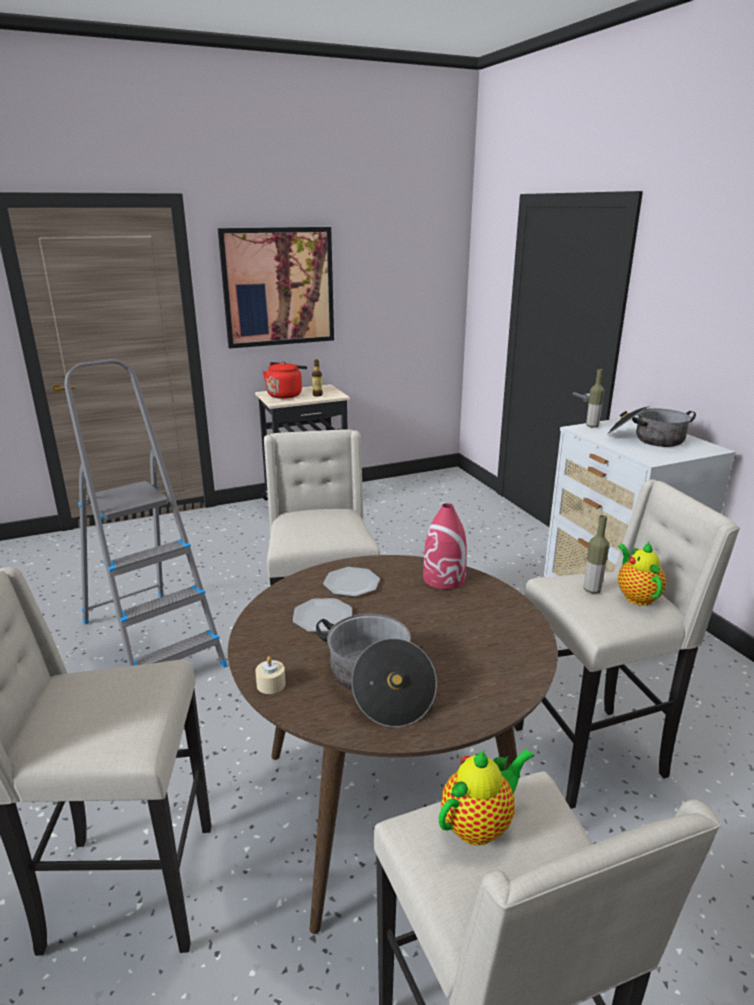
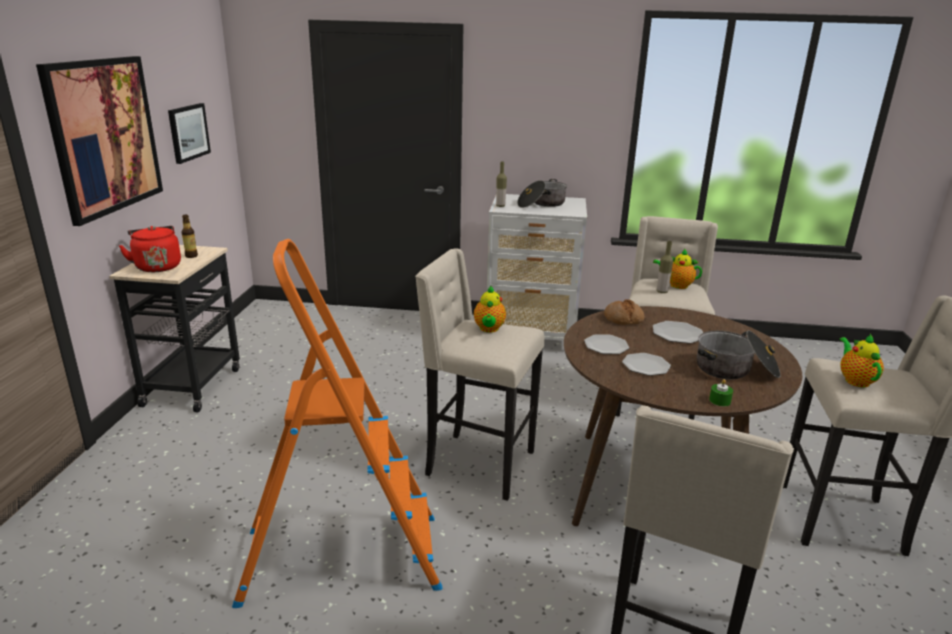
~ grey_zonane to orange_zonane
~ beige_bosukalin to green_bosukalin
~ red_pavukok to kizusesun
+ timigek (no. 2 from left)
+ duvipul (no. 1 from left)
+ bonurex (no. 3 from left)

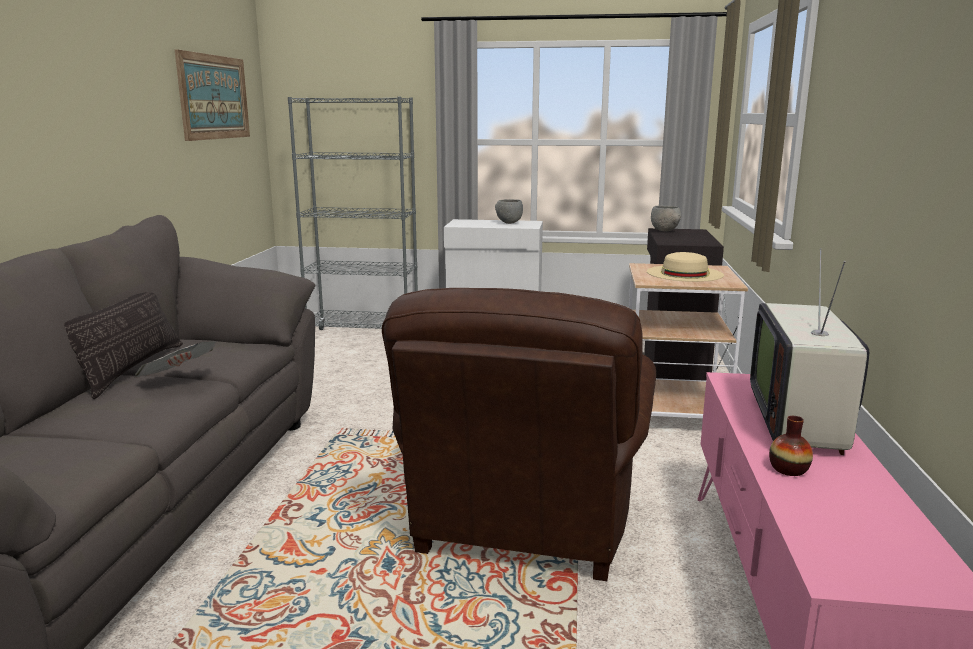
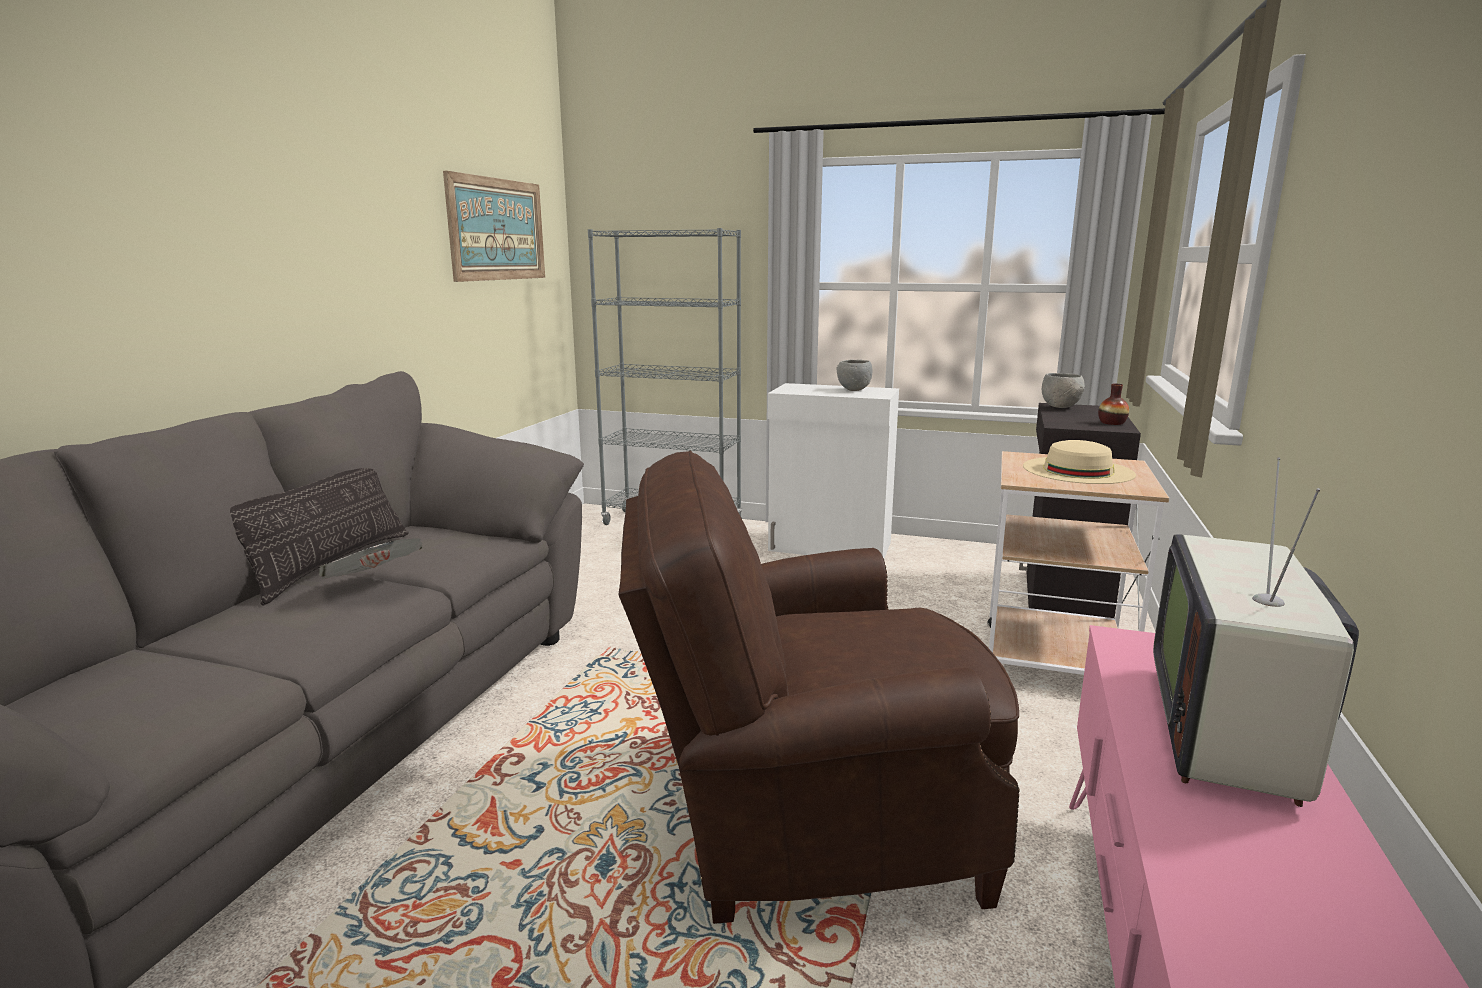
~ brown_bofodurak 60 degrees clockwise
~ pavukok

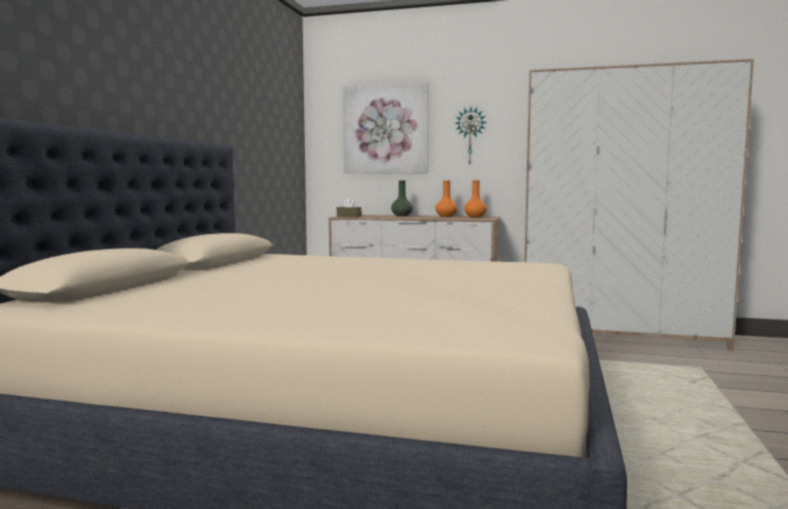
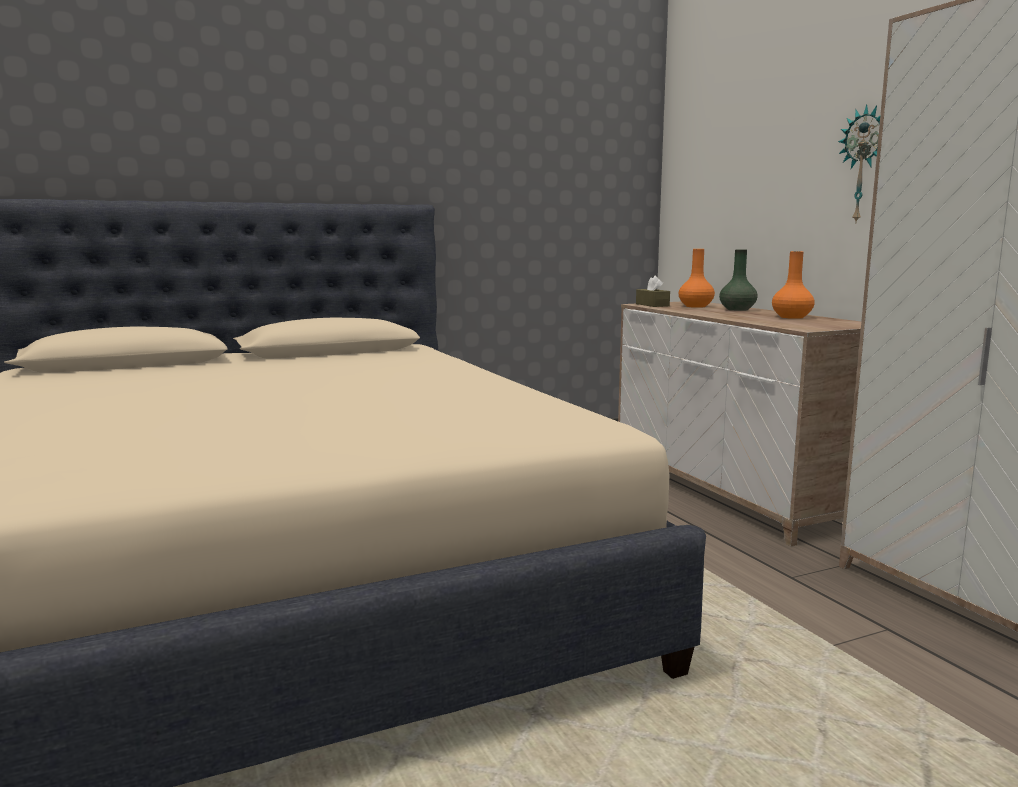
- timigek
~ orange_pavukok (no. 2 from left in the first image) to orange_pavukok (no. 1 from left)

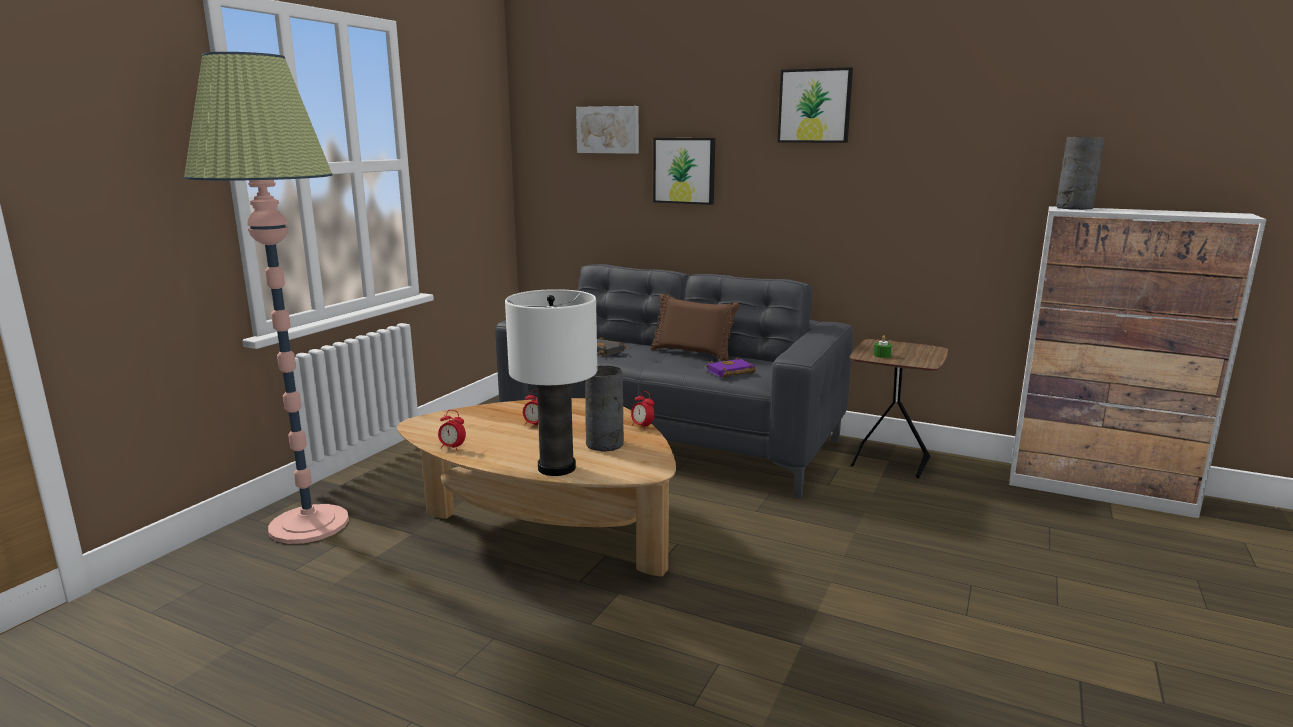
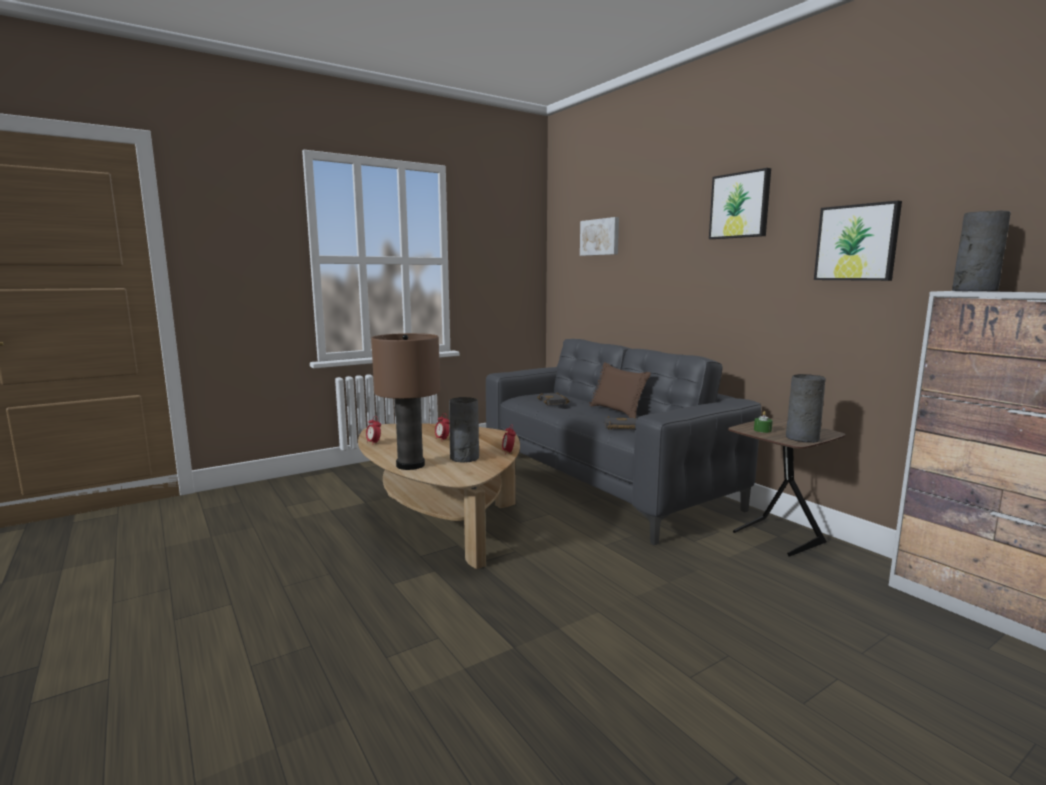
- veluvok
~ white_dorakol to brown_dorakol
~ timigek (no. 2 from left in the first image) to timigek (no. 3 from left)
~ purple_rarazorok to black_rarazorok (no. 2 from left)
+ grey_pavukok (no. 2 from left)

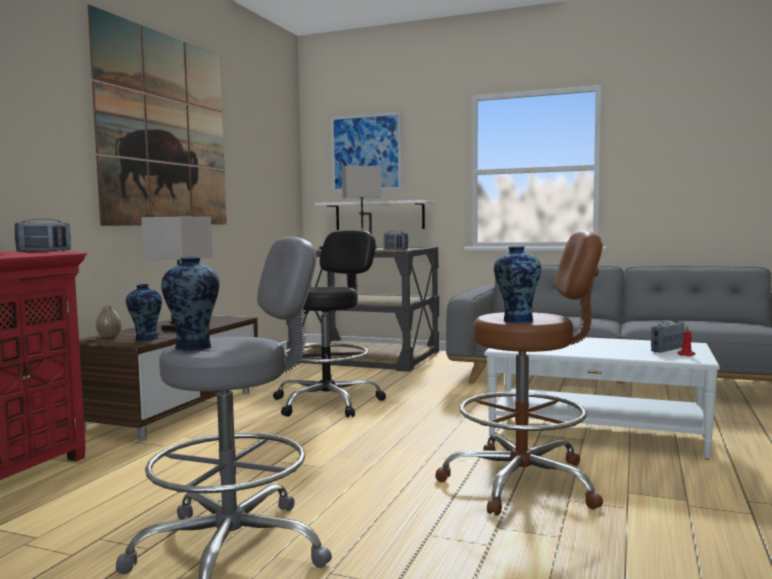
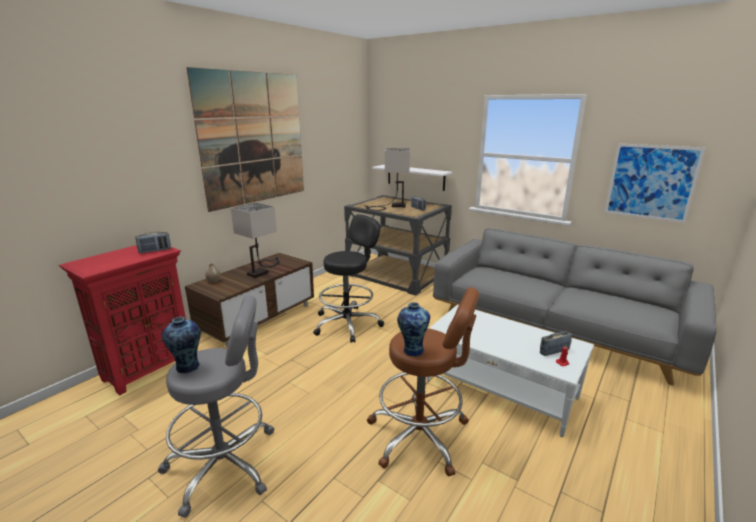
- pavukok (no. 2 from left)
~ timigek (no. 2 from left)

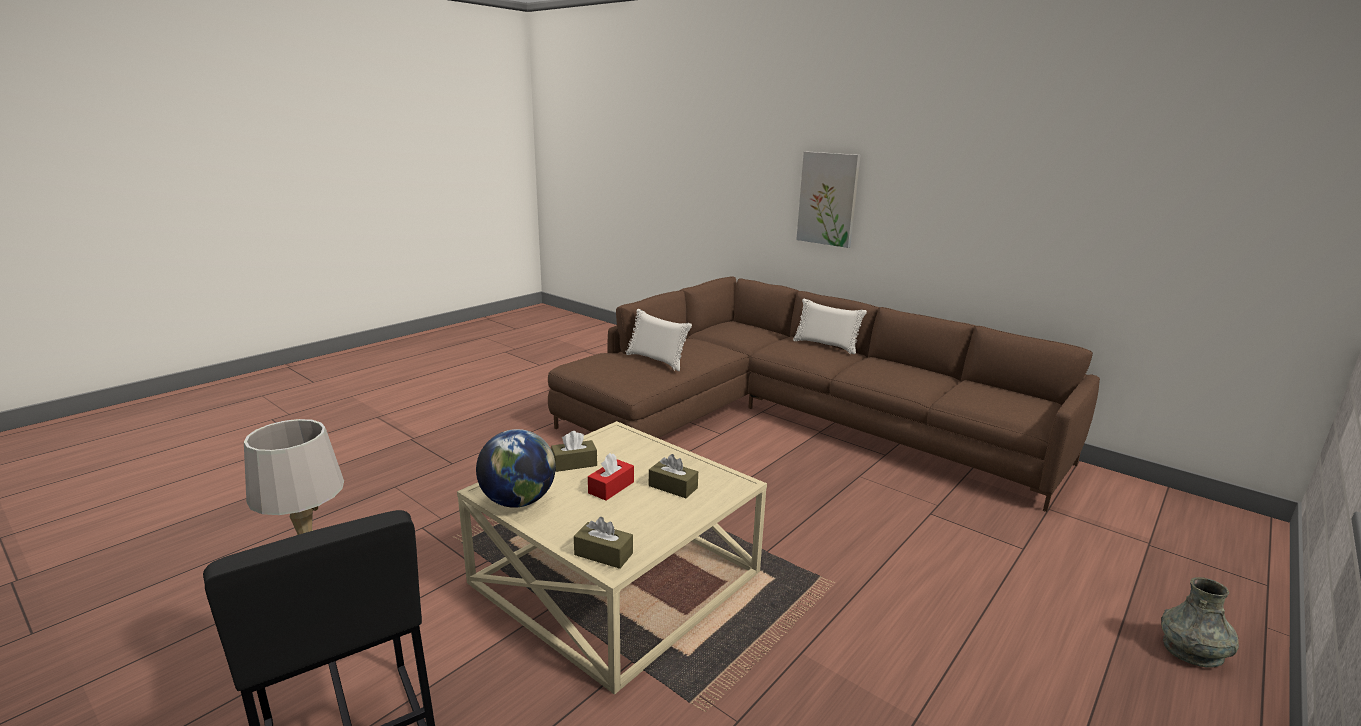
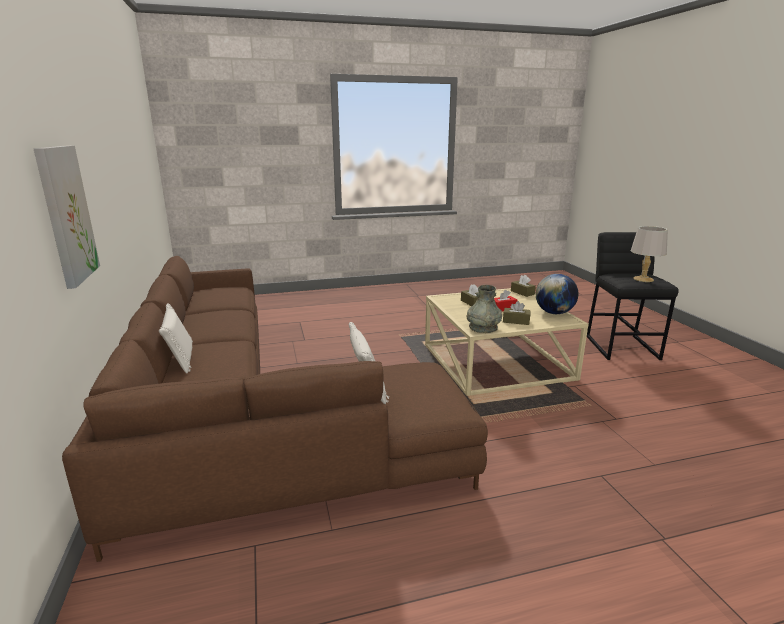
~ grey_pavukok

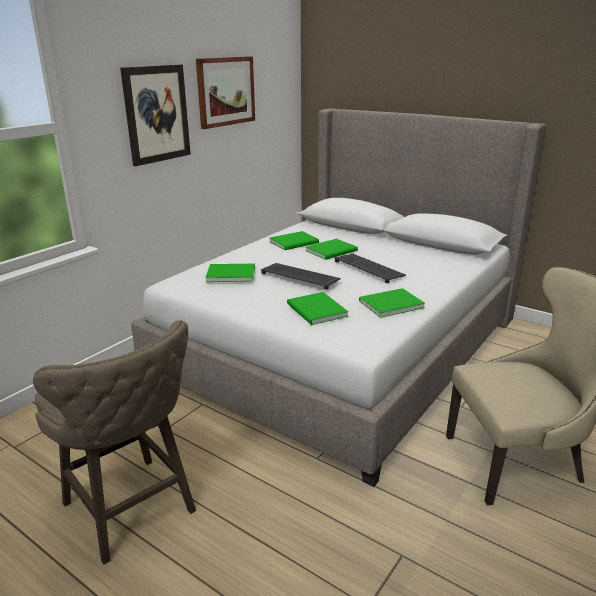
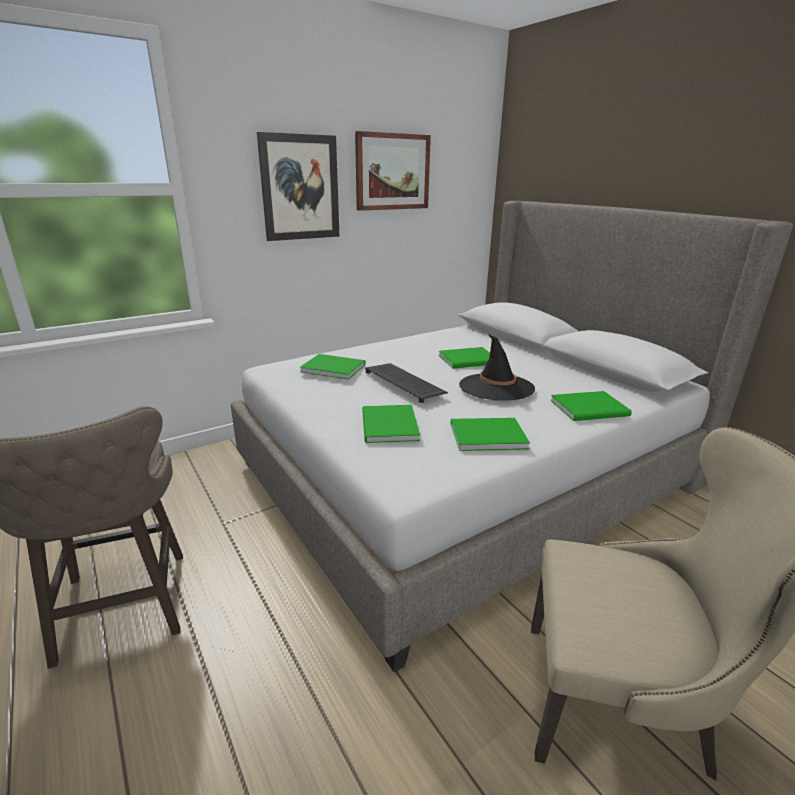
~ green_rarazorok (no. 2 from left in the first image) to green_rarazorok (no. 5 from left)
~ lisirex (no. 2 from left) to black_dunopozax

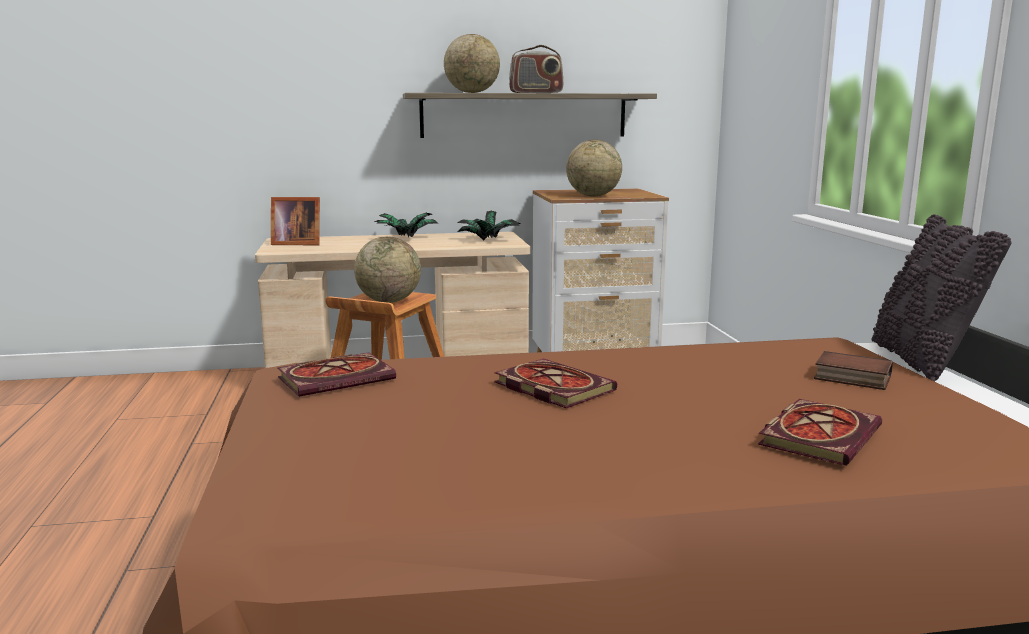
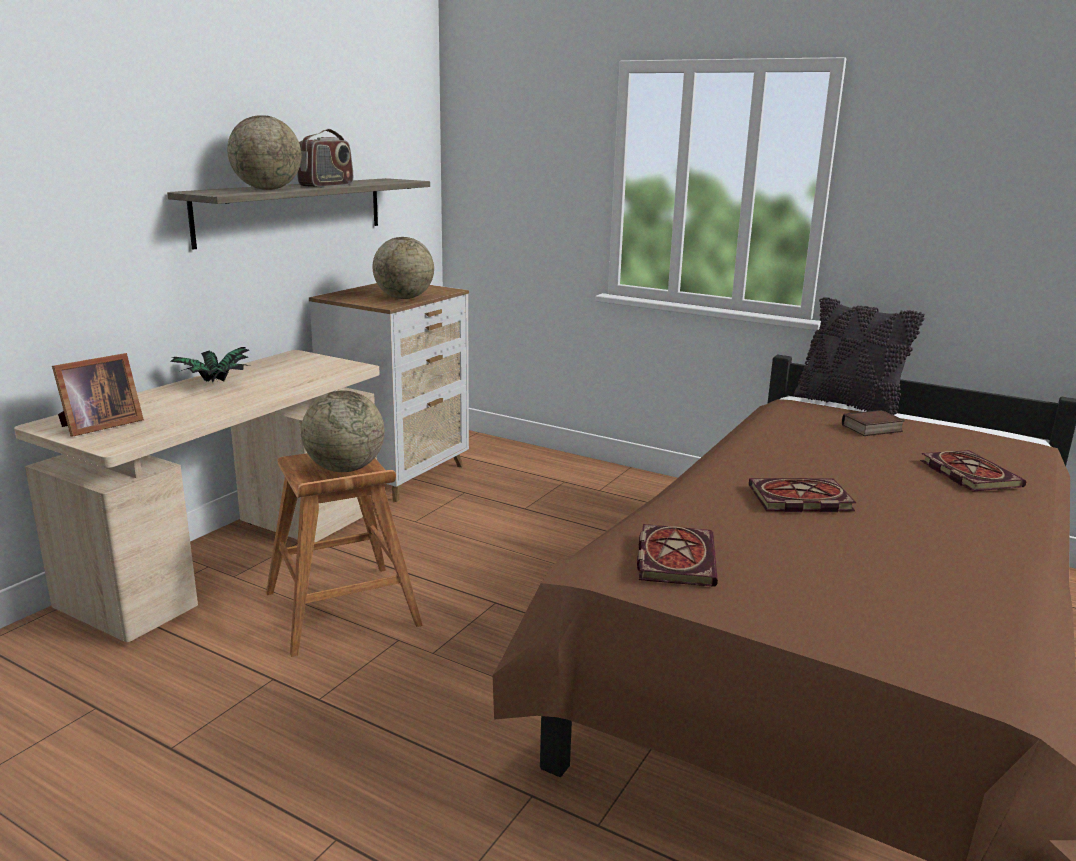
- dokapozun (no. 2 from left)

